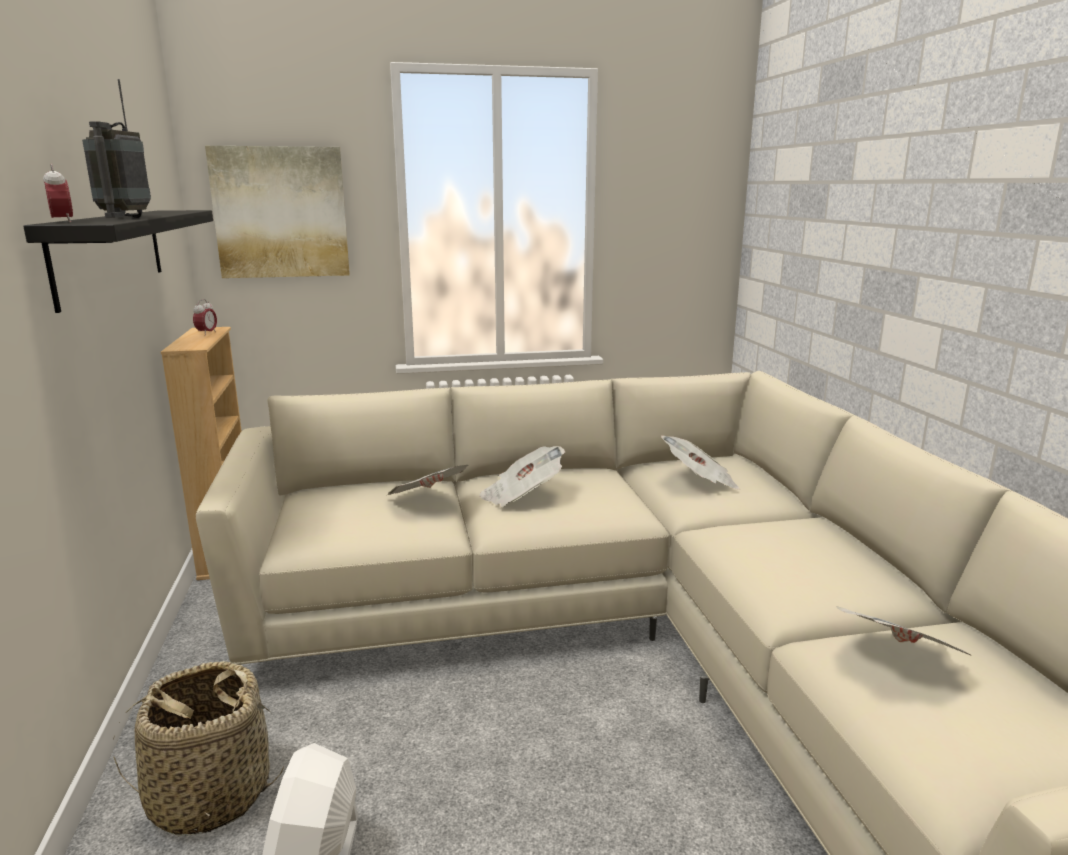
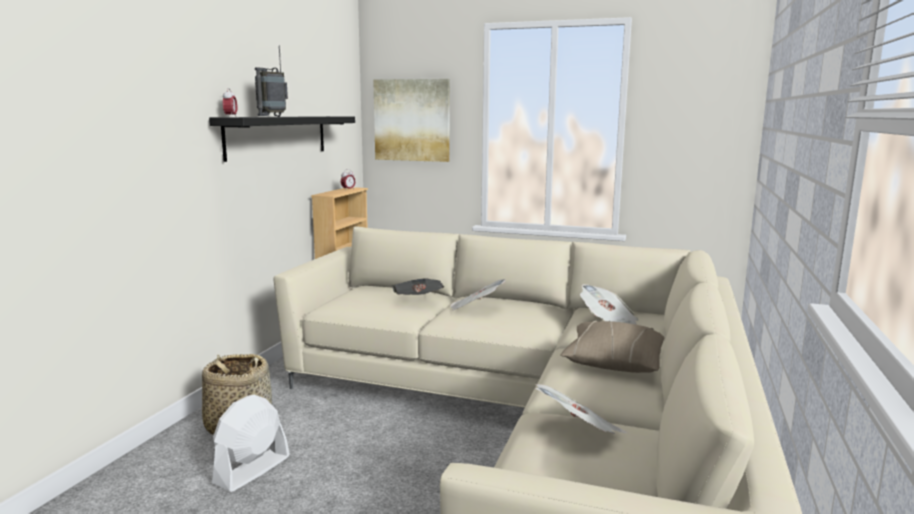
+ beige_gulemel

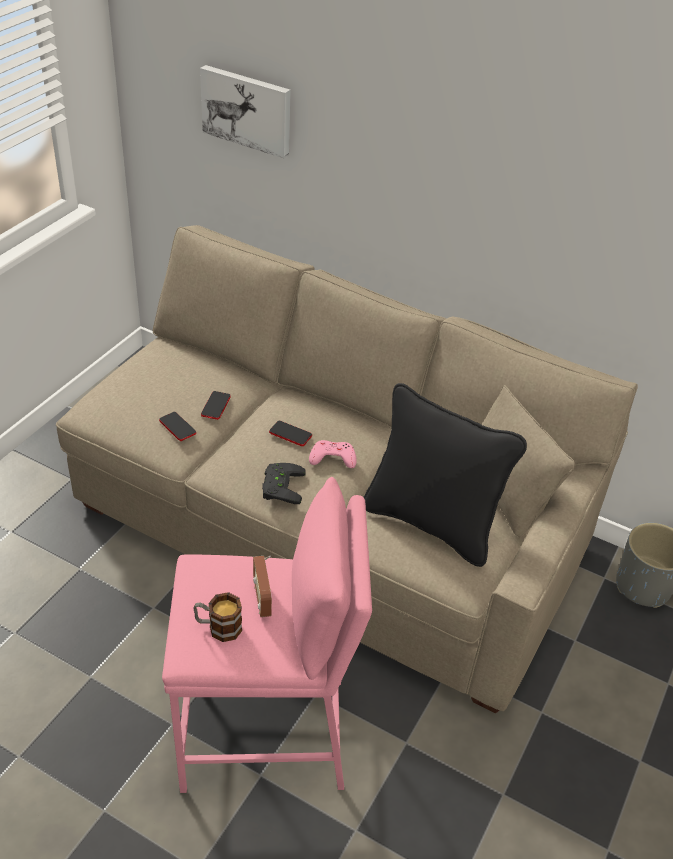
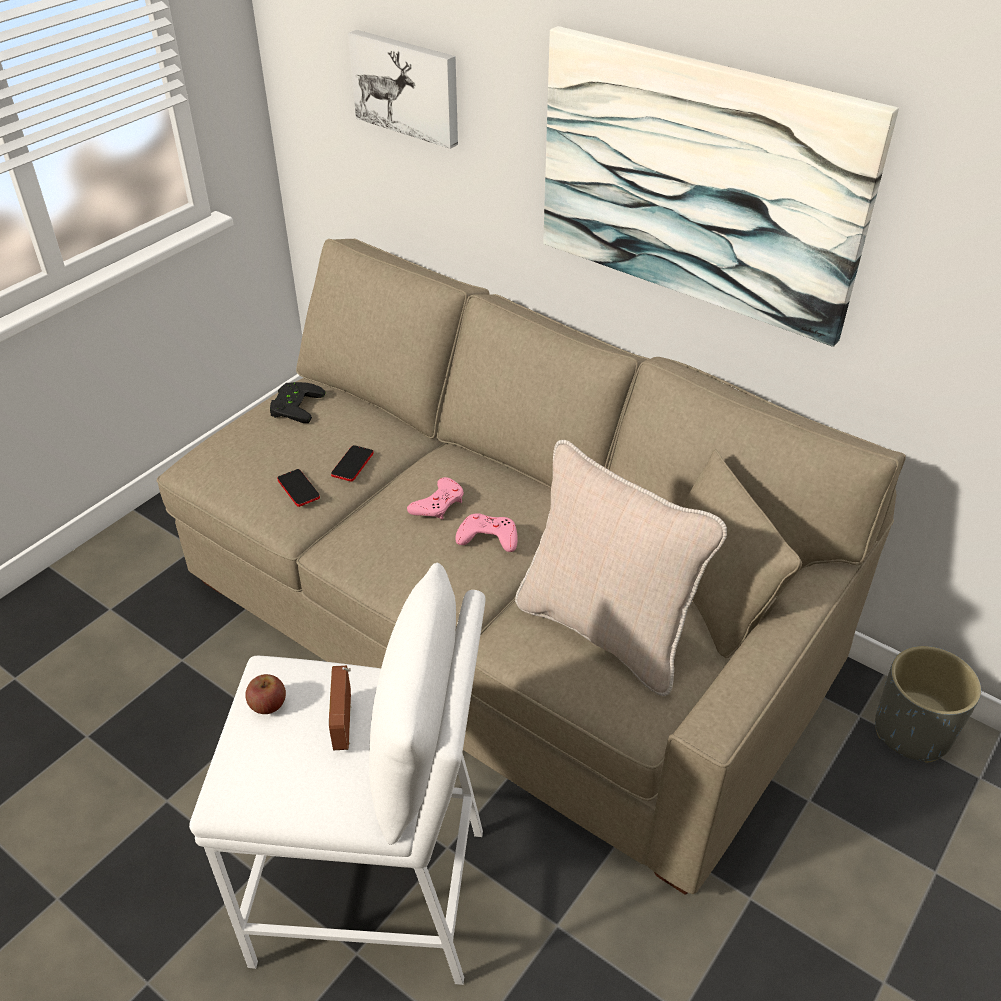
~ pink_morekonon to white_morekonon
- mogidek
~ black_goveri
~ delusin (no. 3 from left) to pink_goveri (no. 1 from left)
~ black_gulemel to beige_gulemel
+ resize
+ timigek (no. 2 from left)

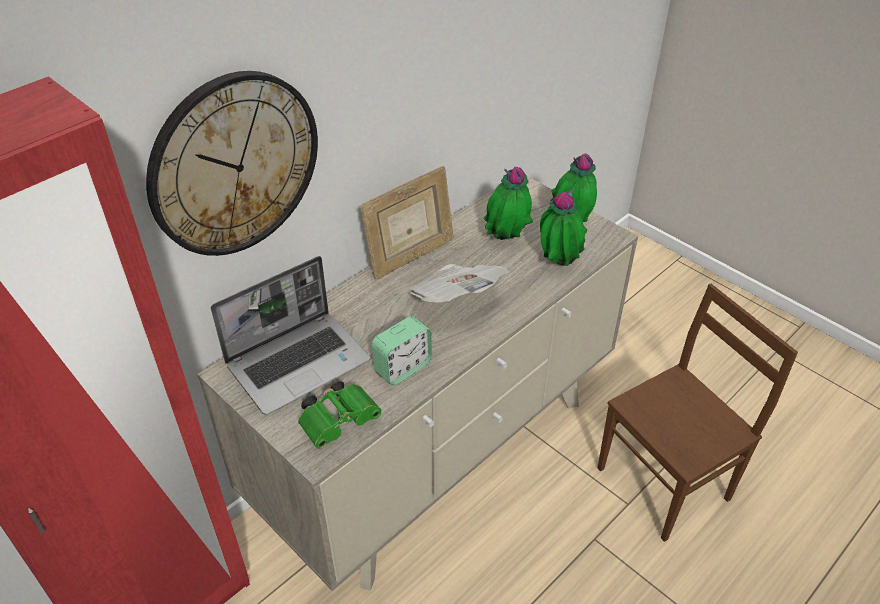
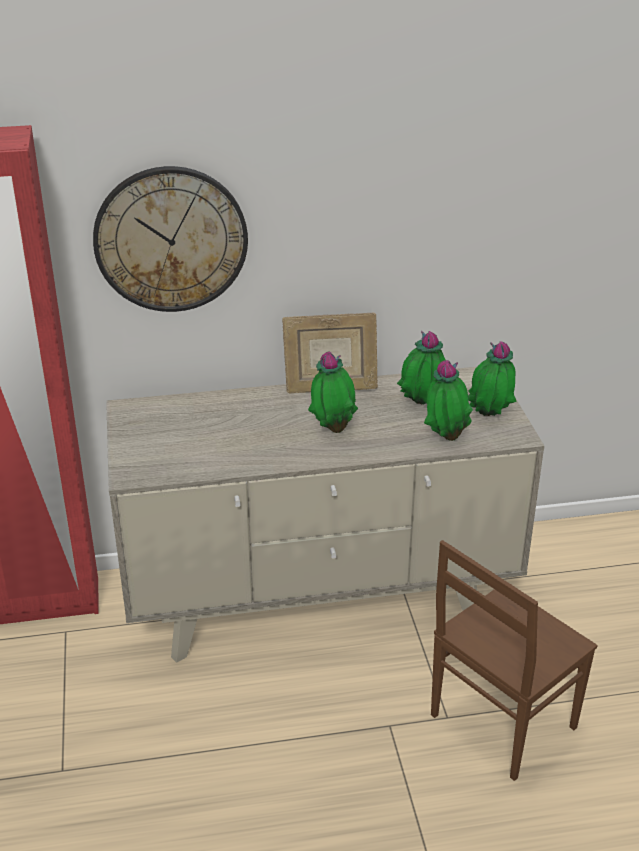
- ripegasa
- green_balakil
- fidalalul
~ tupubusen to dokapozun (no. 1 from left)
~ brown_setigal 135 degrees clockwise

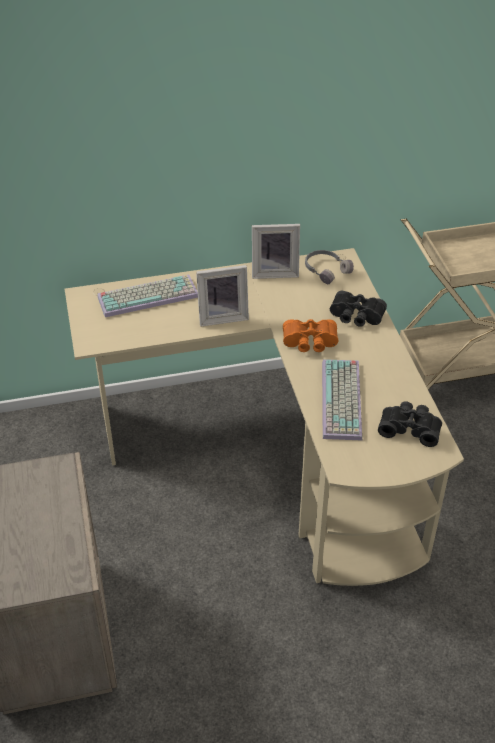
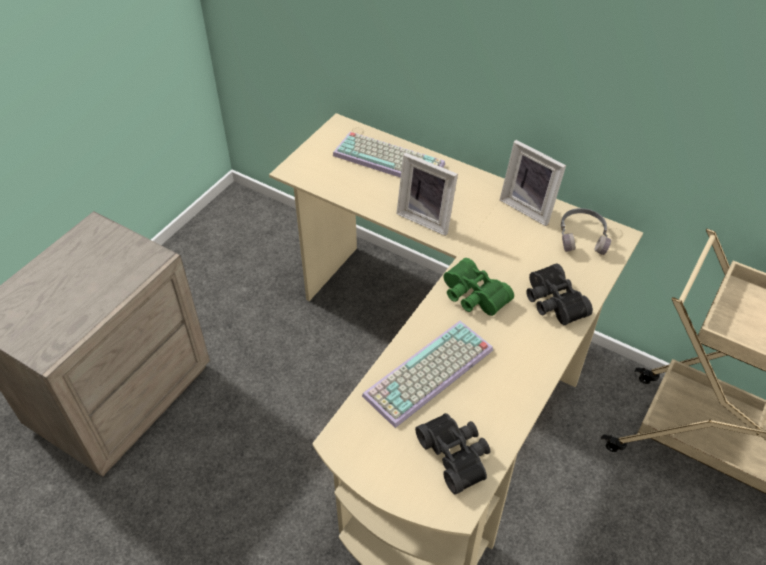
~ orange_balakil to green_balakil

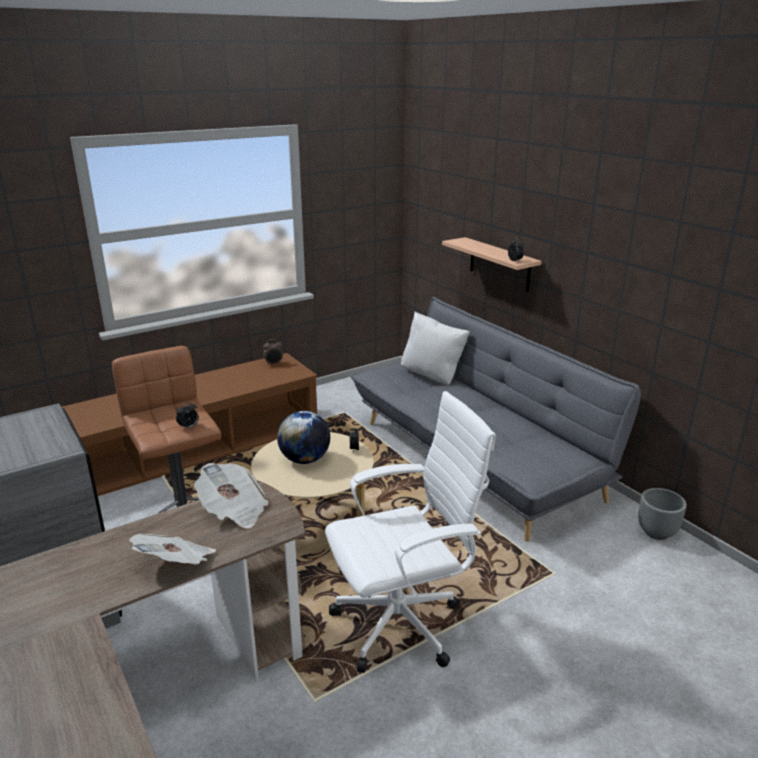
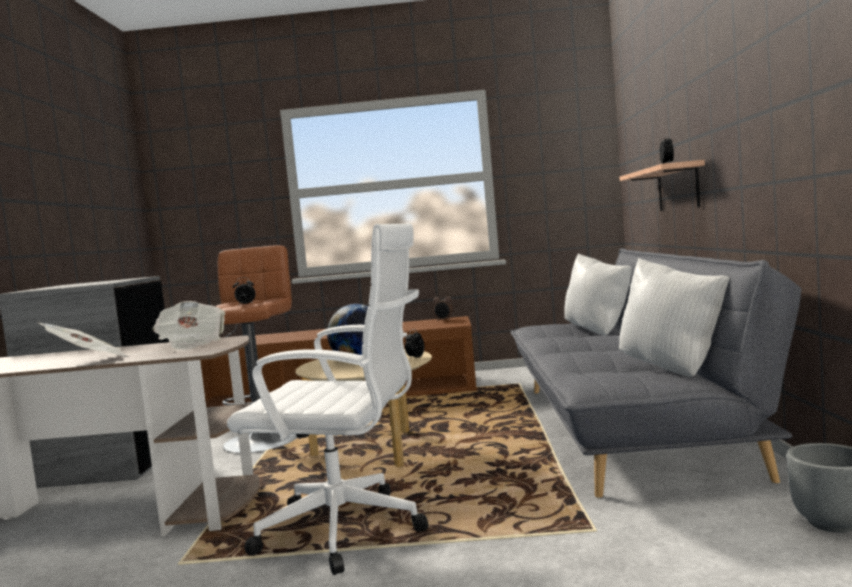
+ white_gulemel (no. 2 from left)

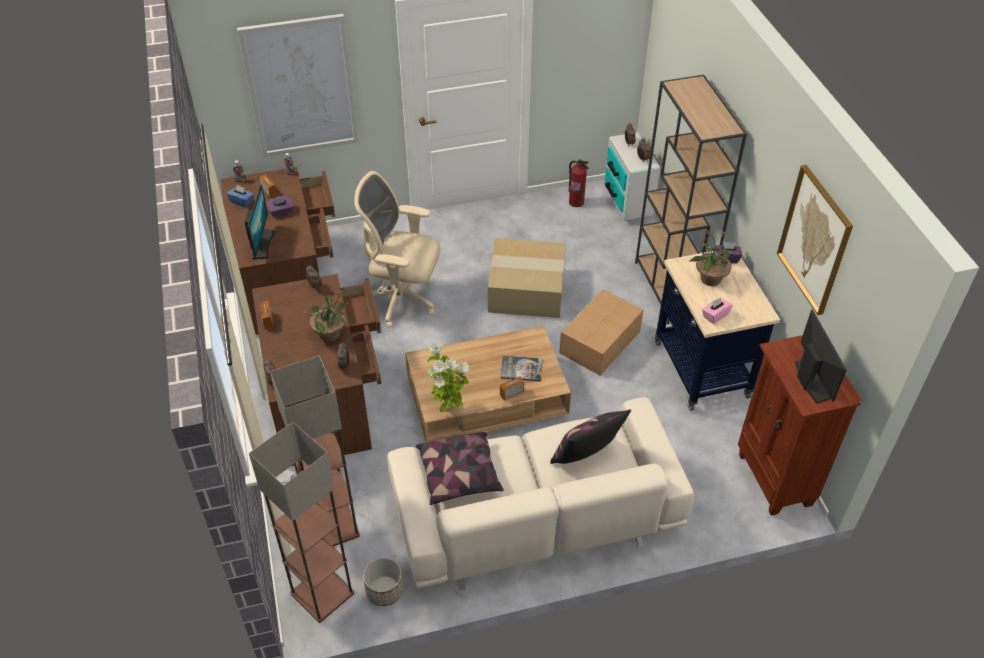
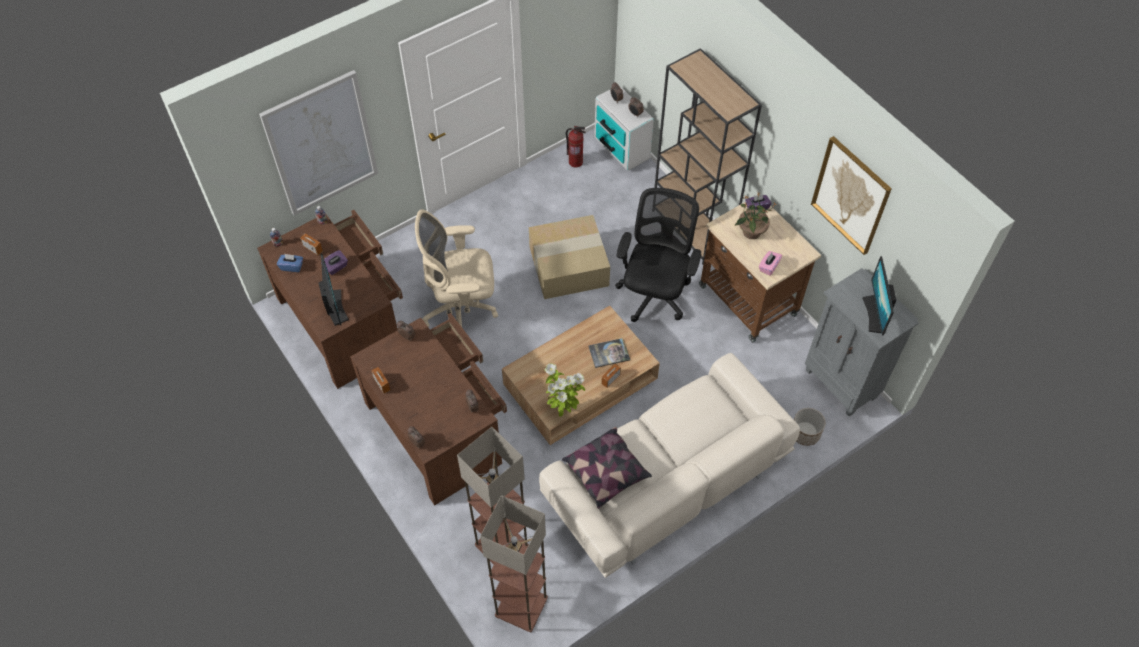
- dokapozun (no. 1 from left)
~ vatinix
- gulemel (no. 2 from left)
~ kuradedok (no. 2 from left) to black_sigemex
~ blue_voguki to brown_voguki
~ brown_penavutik to grey_penavutik
~ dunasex (no. 2 from left) 150 degrees counterclockwise

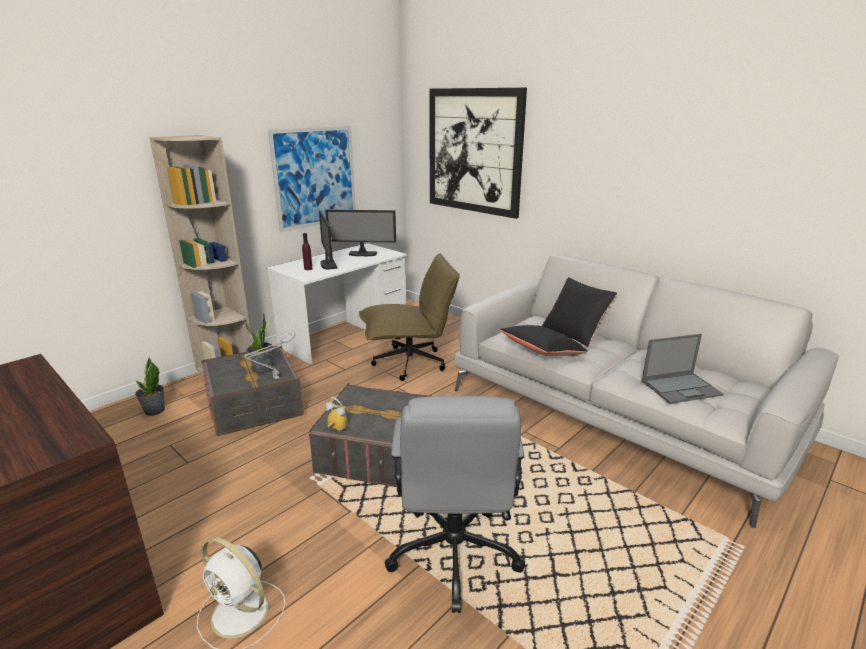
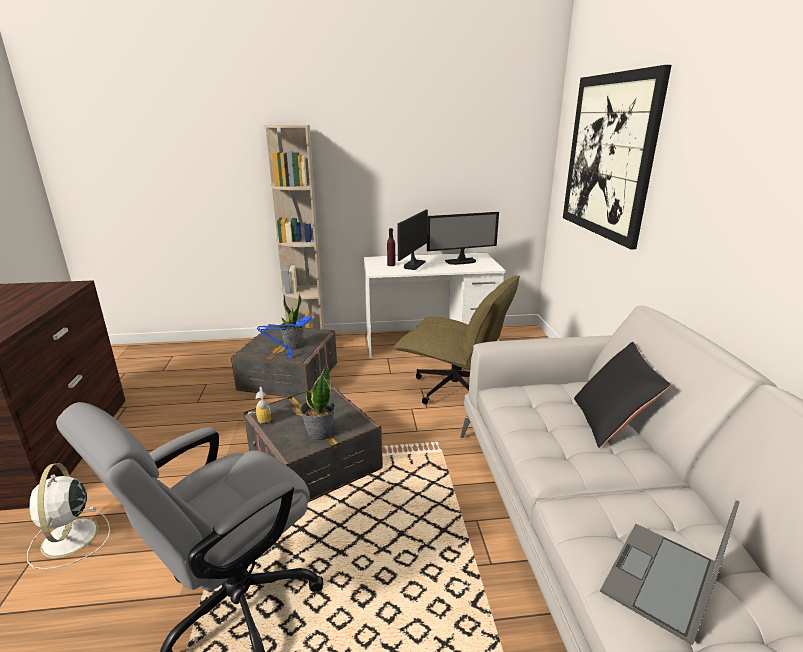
~ dokapozun (no. 1 from left in the first image) to dokapozun (no. 2 from left)
~ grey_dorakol to blue_dorakol
- timigek (no. 1 from left)
~ dunasex (no. 2 from left) 60 degrees counterclockwise
- black_gulemel (no. 1 from left)
~ ripegasa 105 degrees clockwise

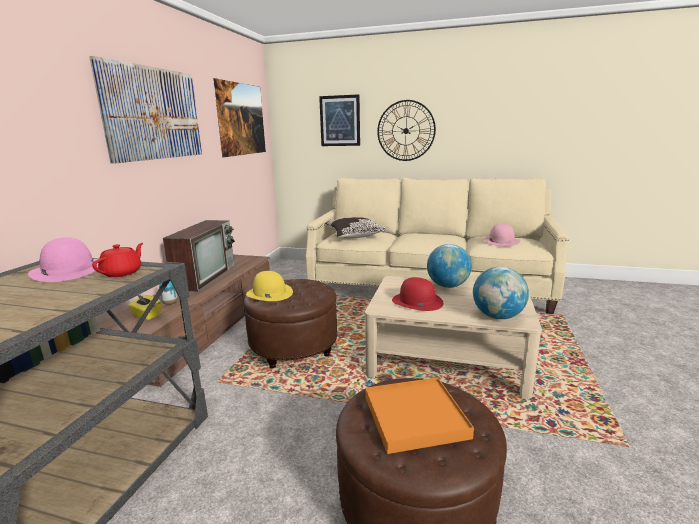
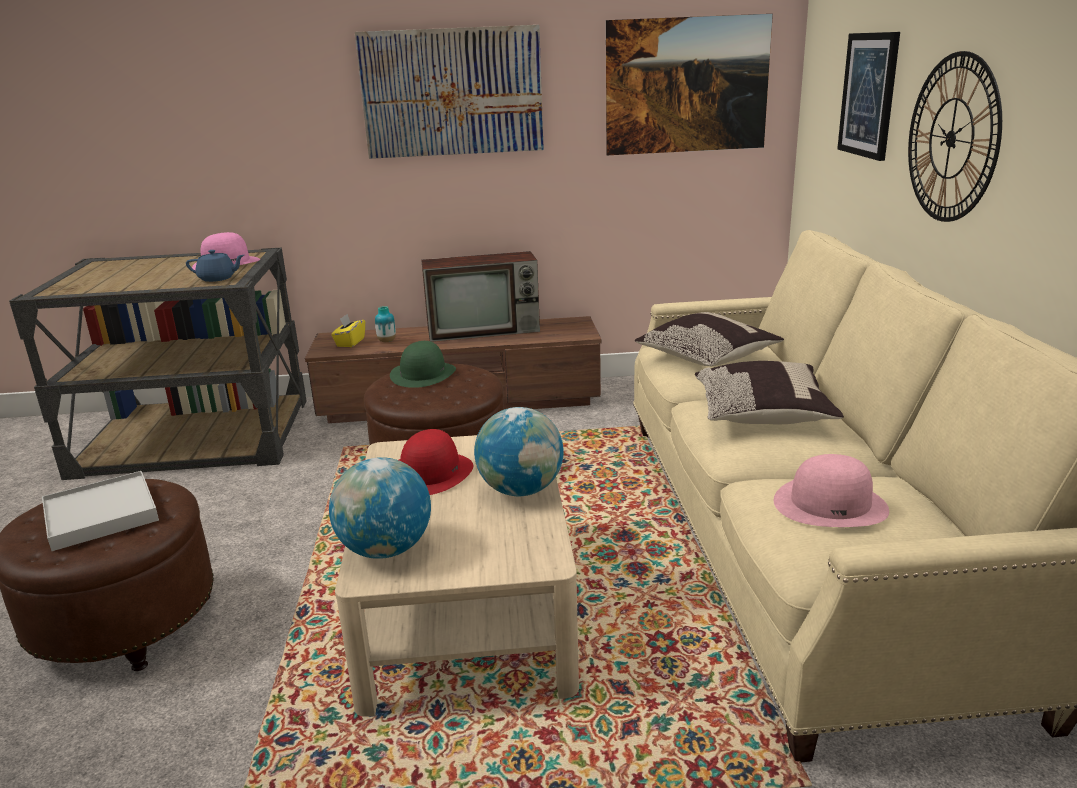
~ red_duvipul to blue_duvipul
~ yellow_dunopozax to green_dunopozax
~ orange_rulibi to white_rulibi
+ gulemel (no. 2 from left)

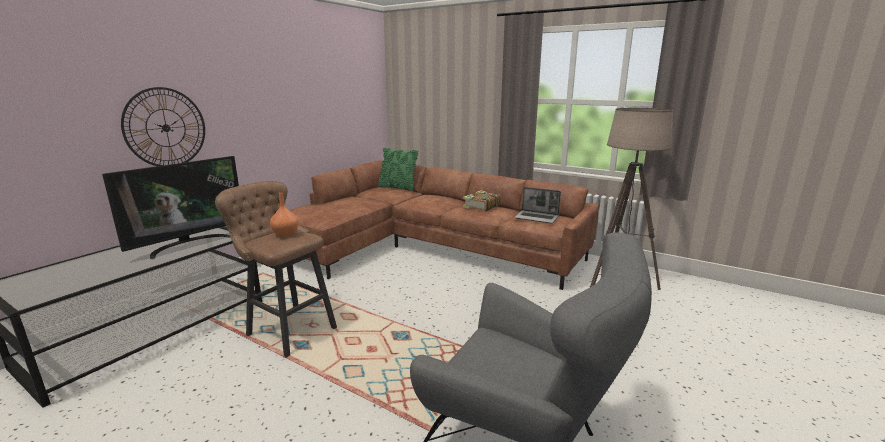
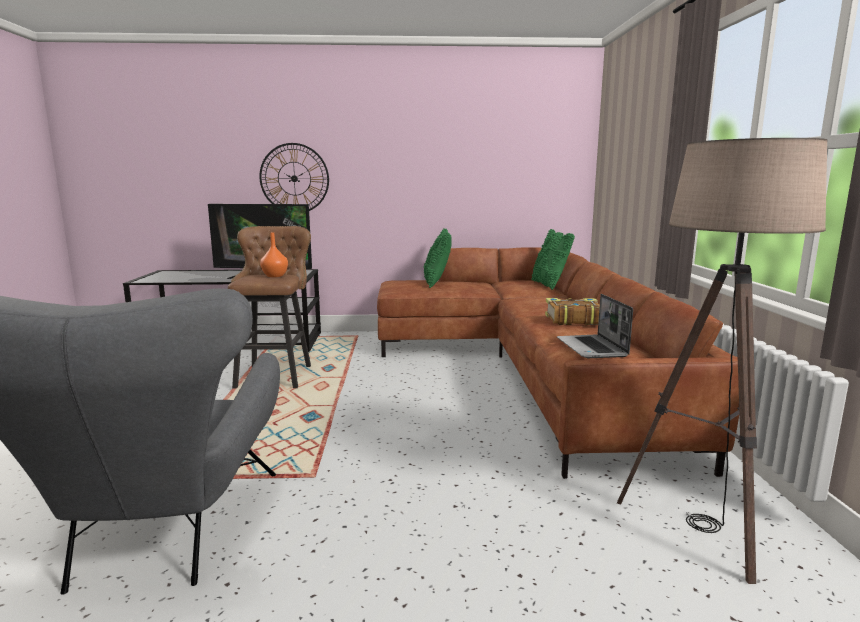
+ green_gulemel (no. 1 from left)

